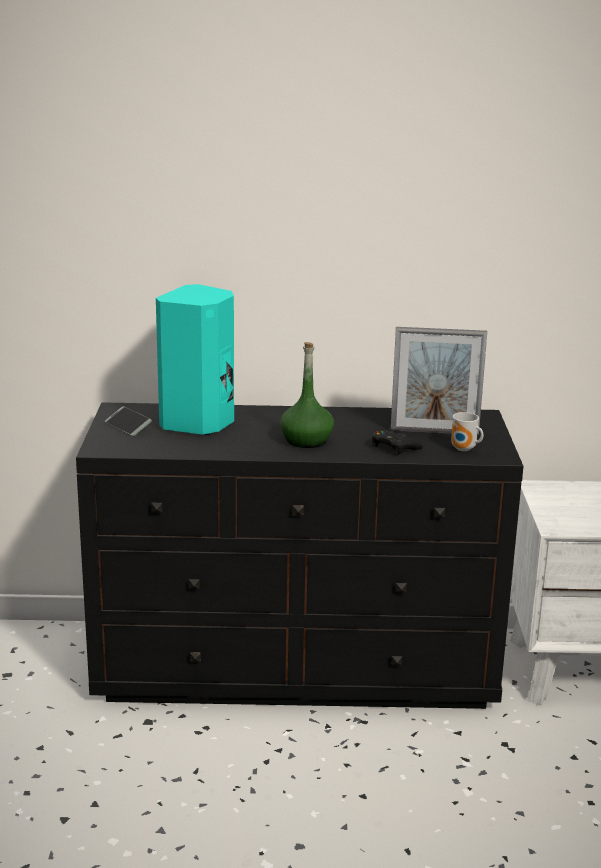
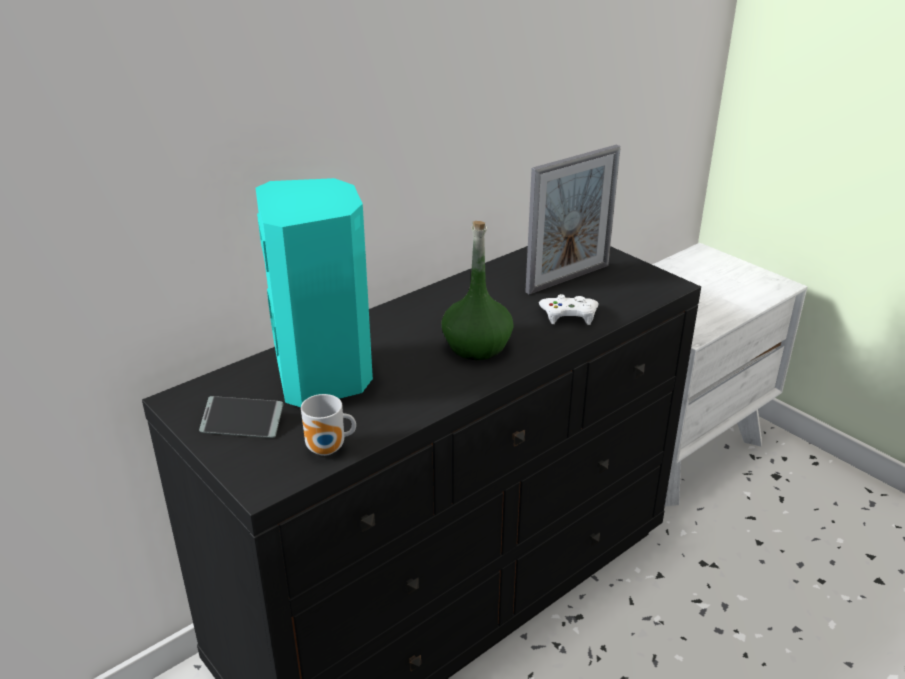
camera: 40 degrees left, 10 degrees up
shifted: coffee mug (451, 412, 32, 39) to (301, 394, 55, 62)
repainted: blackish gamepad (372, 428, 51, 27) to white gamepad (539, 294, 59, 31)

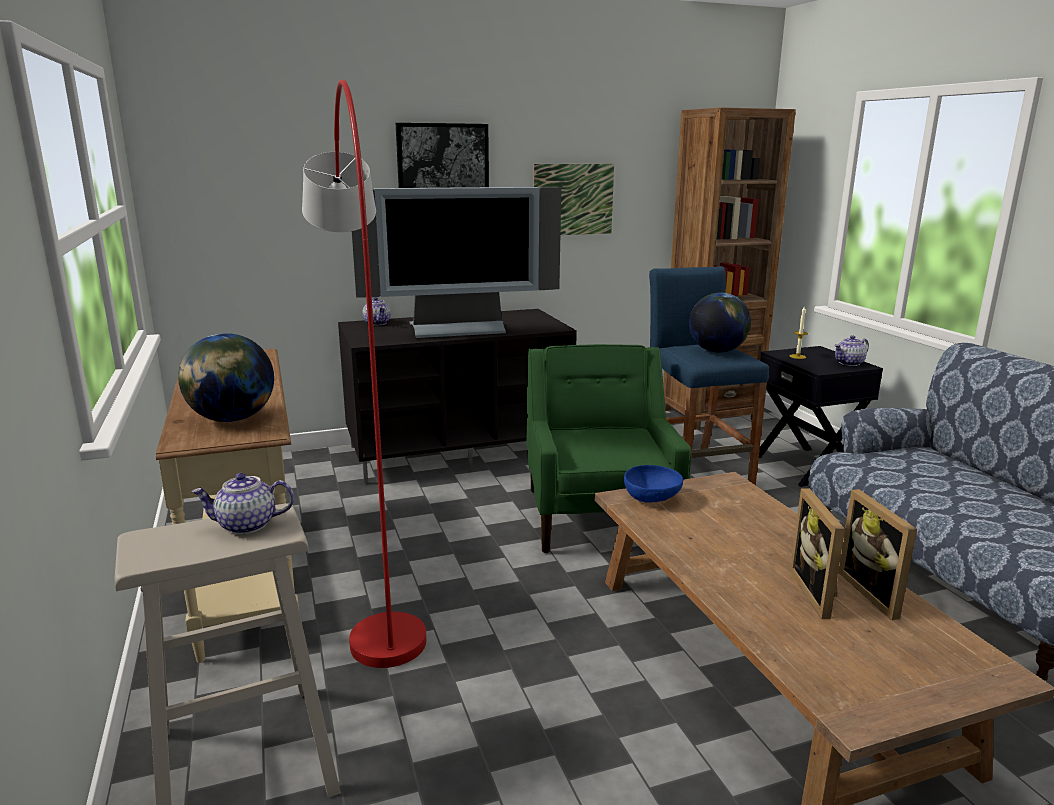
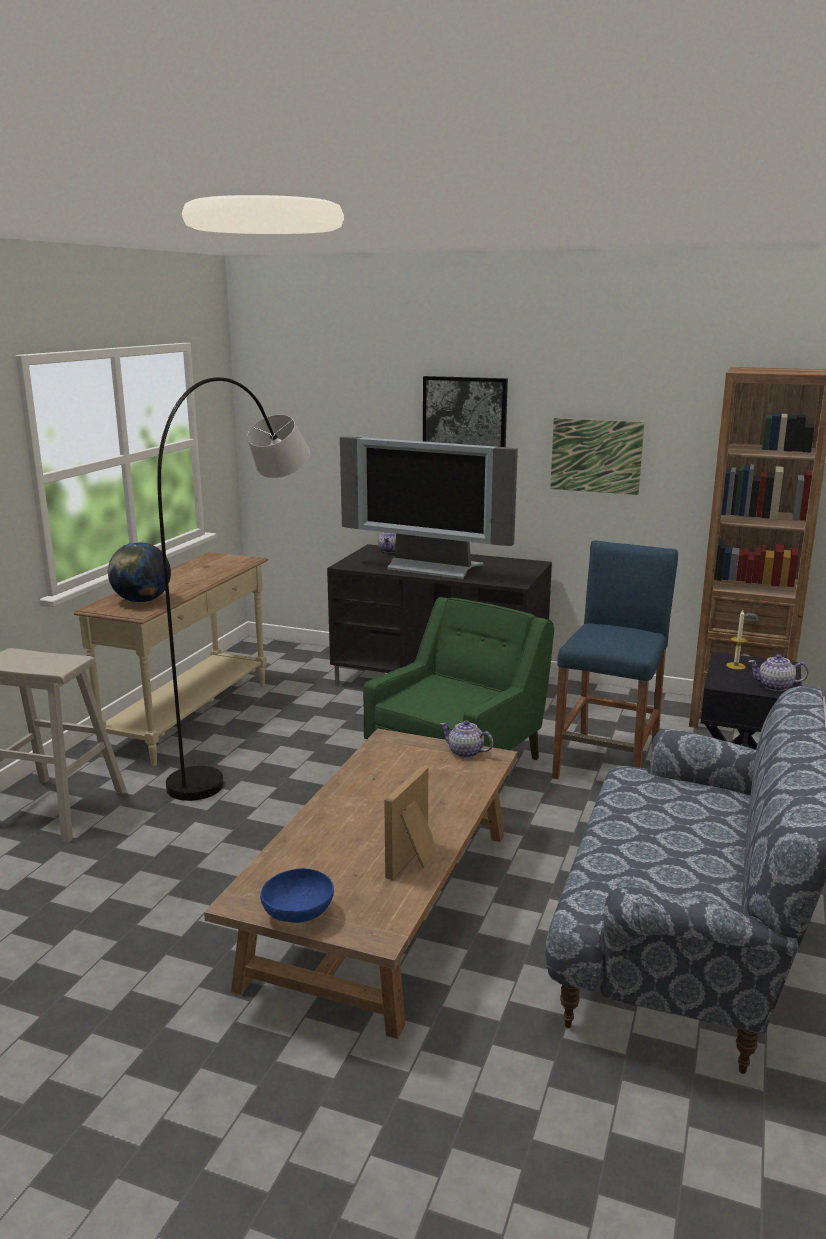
camera: 40 degrees right, 0 degrees up
gone: desk globe (689, 293, 62, 60); picture frame (790, 488, 55, 131)
shifted: pot for tea (191, 473, 103, 61) to (440, 720, 53, 38); bluish bowl (624, 465, 59, 37) to (260, 868, 74, 55)
repainted: reddish standing lamp (302, 79, 125, 589) to grey standing lamp (157, 377, 153, 424)

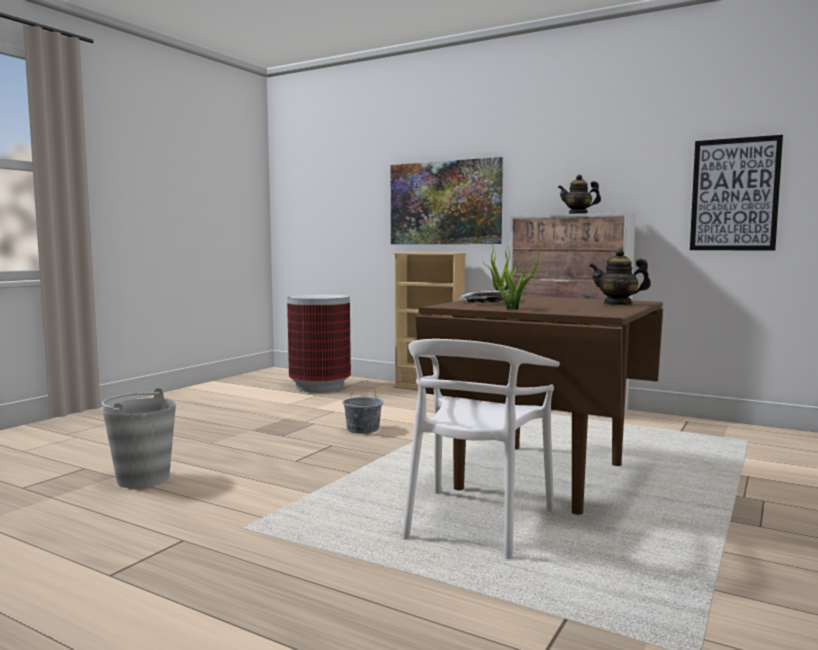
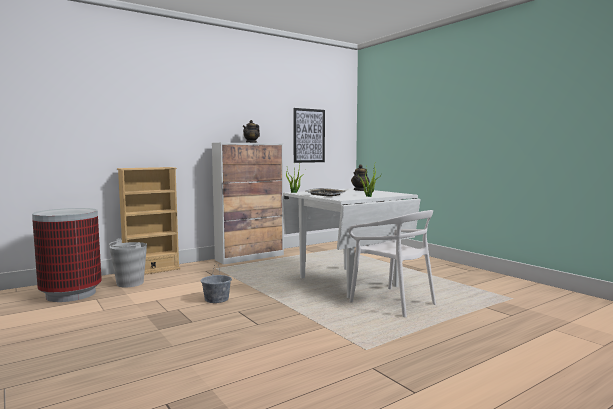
camera: 65 degrees left, 0 degrees up
gone: picture (391, 157, 112, 87)
shifted: grey pail (102, 388, 74, 100) to (109, 238, 38, 49)
repainted: brownish dinner table (415, 296, 248, 219) to white dinner table (281, 188, 139, 110)

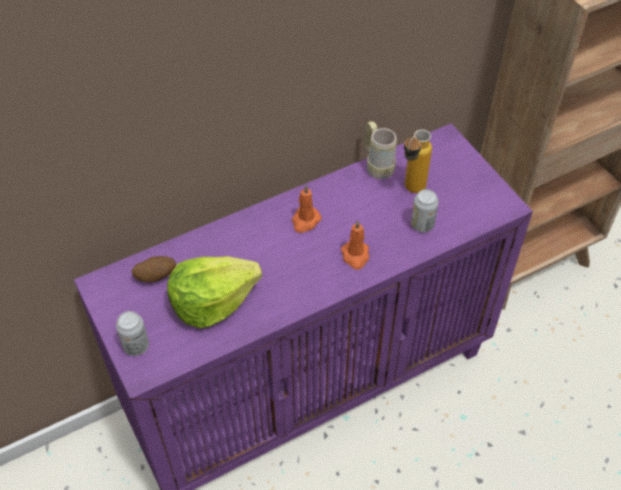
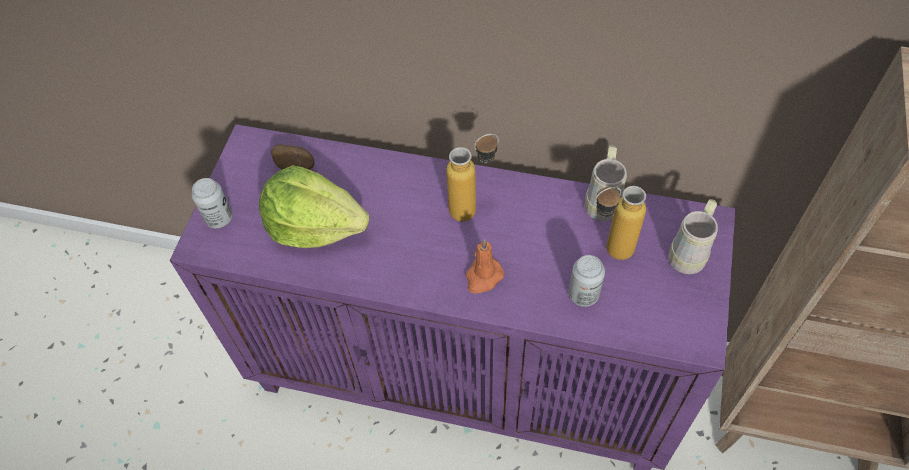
camera: 45 degrees right, 5 degrees up
new: sand-coloured coffee mug (668, 199, 50, 75)
swapped: orange-coloured wax candle (292, 185, 29, 48) to drink bottle (446, 134, 53, 87)

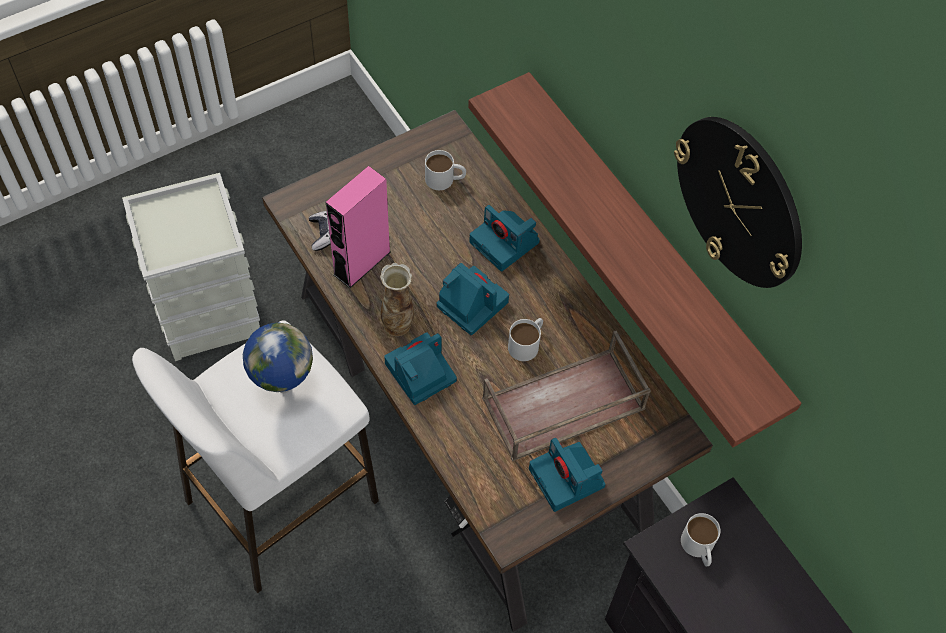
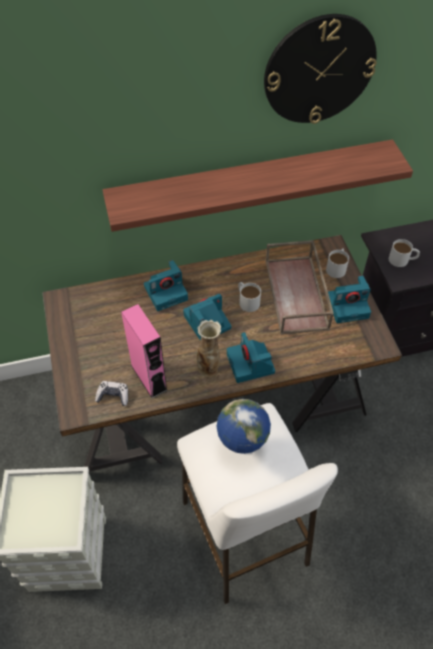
camera: 70 degrees left, 5 degrees down
shifted: white coffee mug (425, 150, 41, 40) to (326, 248, 23, 30)

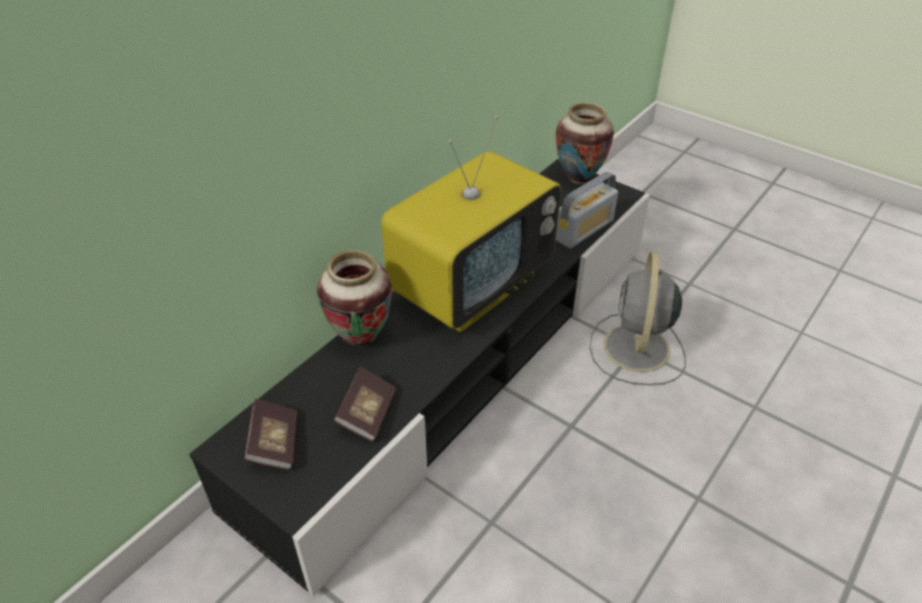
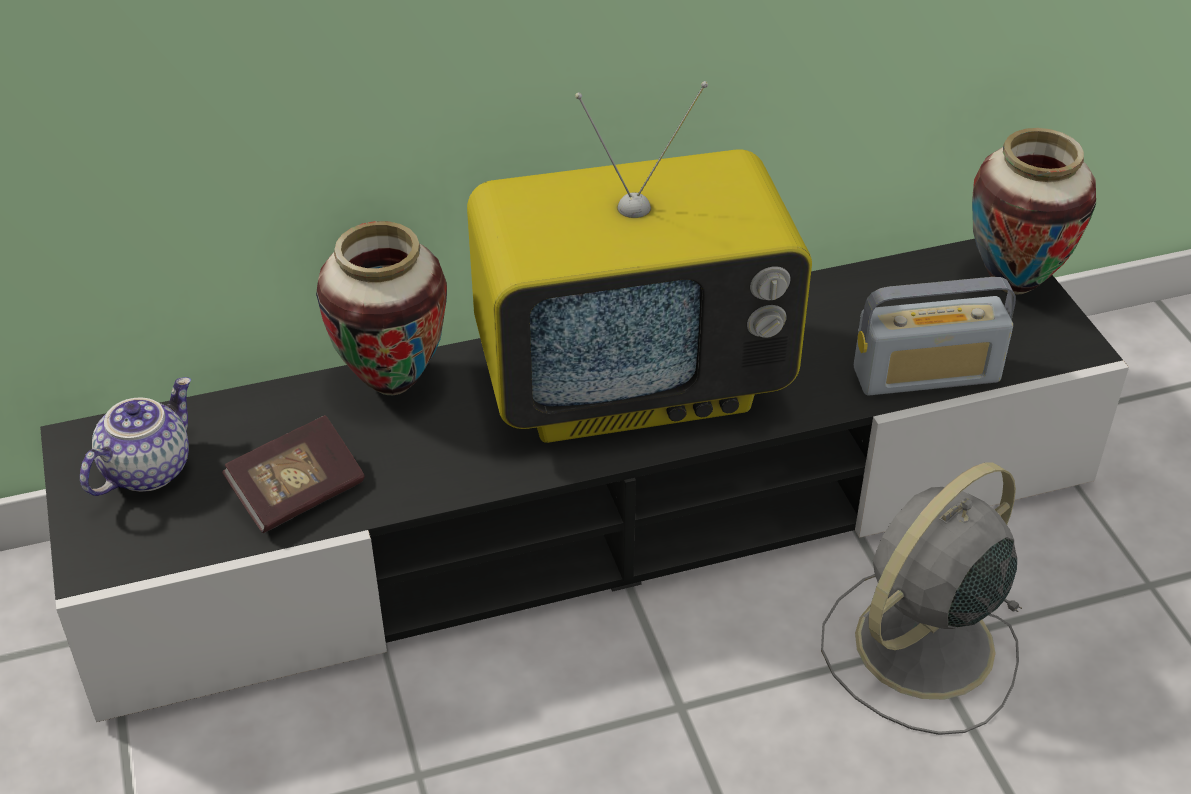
camera: 35 degrees right, 0 degrees up
swapped: volume (244, 399, 53, 71) to pot for tea (80, 377, 111, 119)

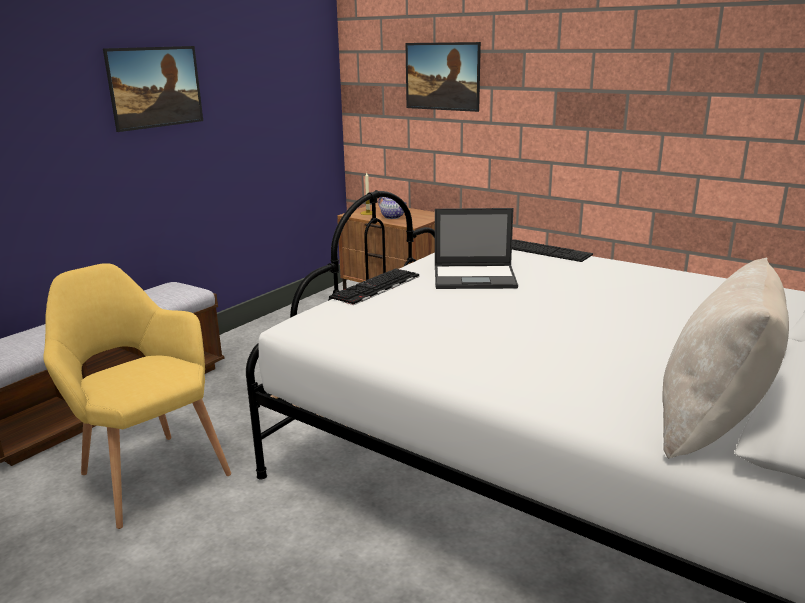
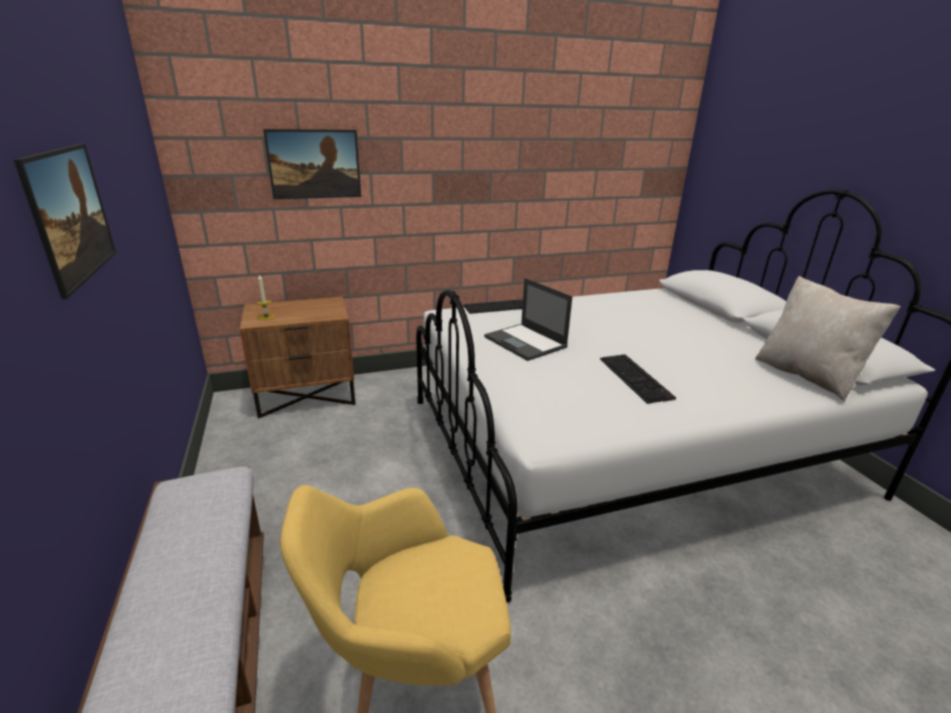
camera: 55 degrees left, 5 degrees up
gone: pot for tea (378, 197, 28, 22)
shifted: keyboard (329, 268, 90, 37) to (600, 354, 76, 50)
rotated: laptop (435, 208, 83, 81) = (484, 278, 89, 83) 105 degrees clockwise

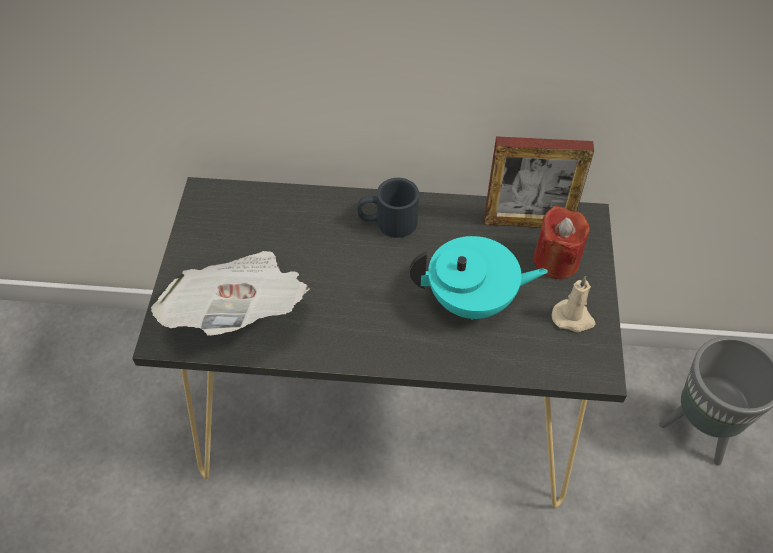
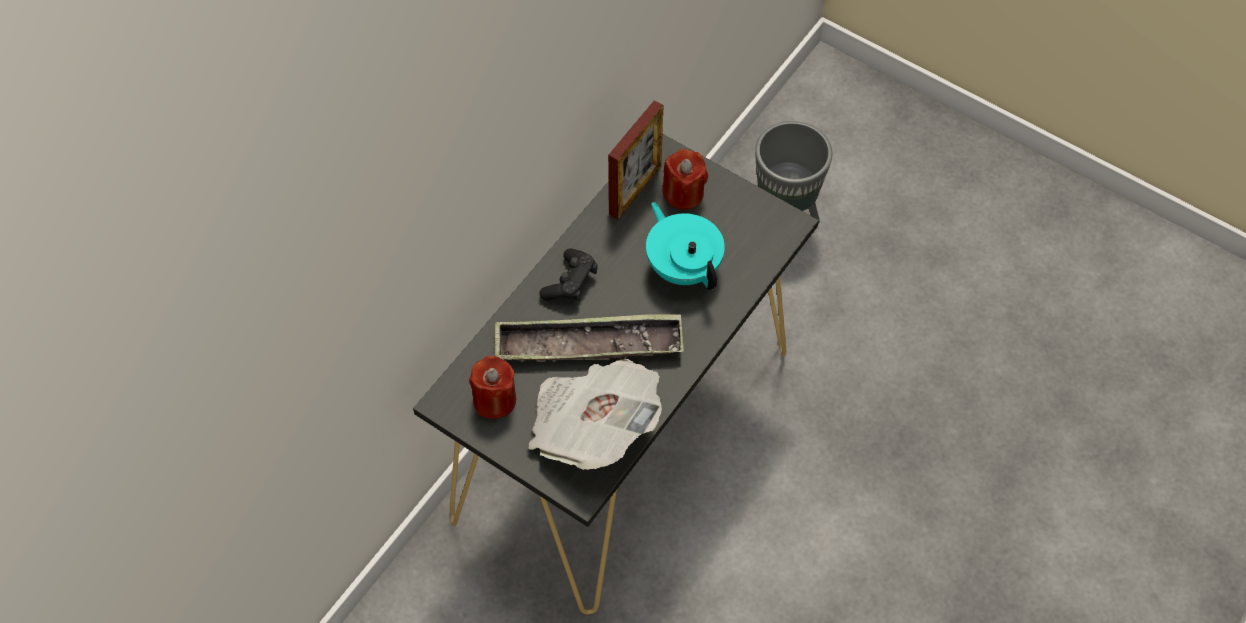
camera: 60 degrees left, 5 degrees up
gone: sand-coloured wax candle (552, 276, 43, 56)
new: reddish wax candle (469, 356, 47, 63); tray (495, 314, 189, 47)
swapped: blackish coffee mug (357, 178, 62, 60) to blackish gamepad (539, 248, 59, 53)
rotated: turquoise pot for tea (410, 236, 138, 84) = (646, 202, 79, 88) 60 degrees counterclockwise

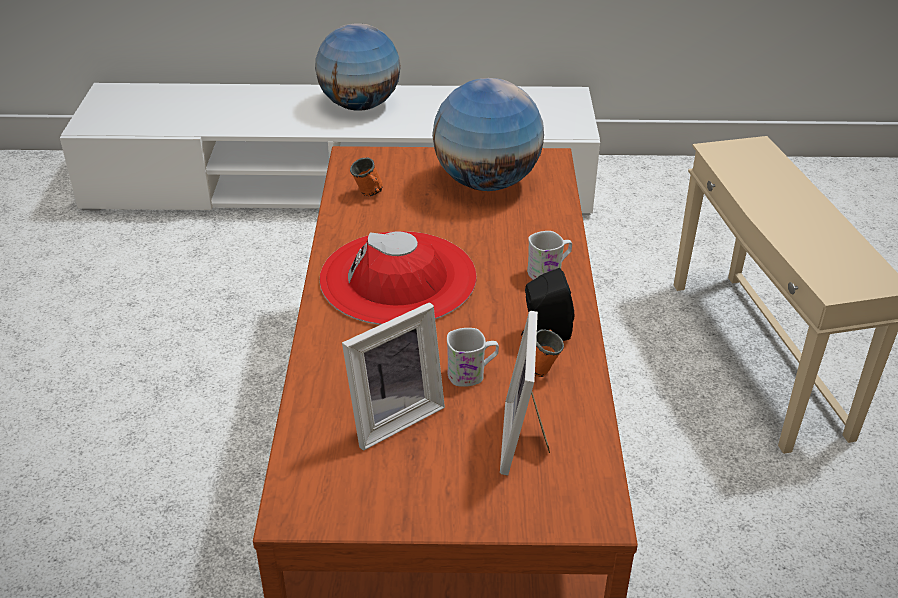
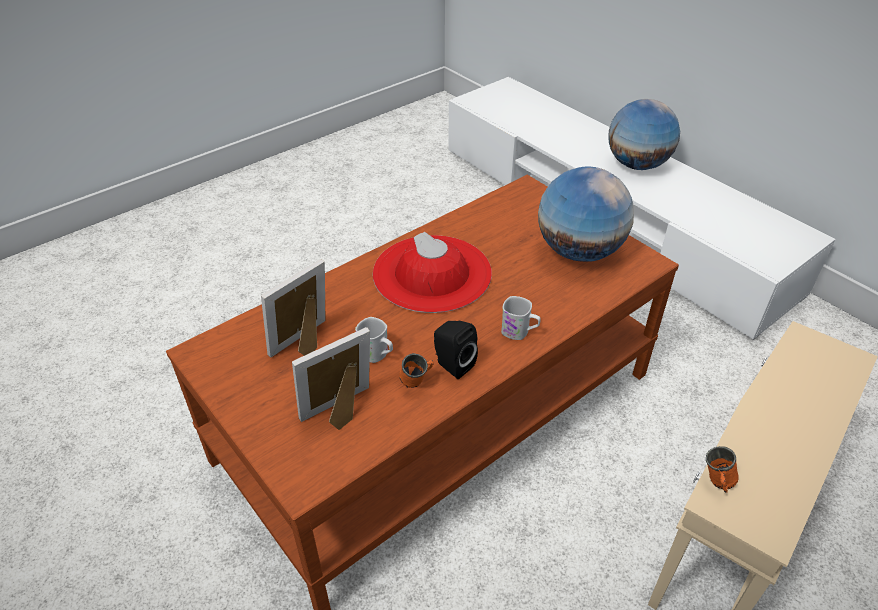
camera: 50 degrees right, 5 degrees up
shifted: orange-coloured coffee mug (350, 158, 33, 38) to (706, 446, 33, 47)
rotated: picture frame (342, 302, 103, 148) = (261, 259, 64, 99) 120 degrees clockwise

